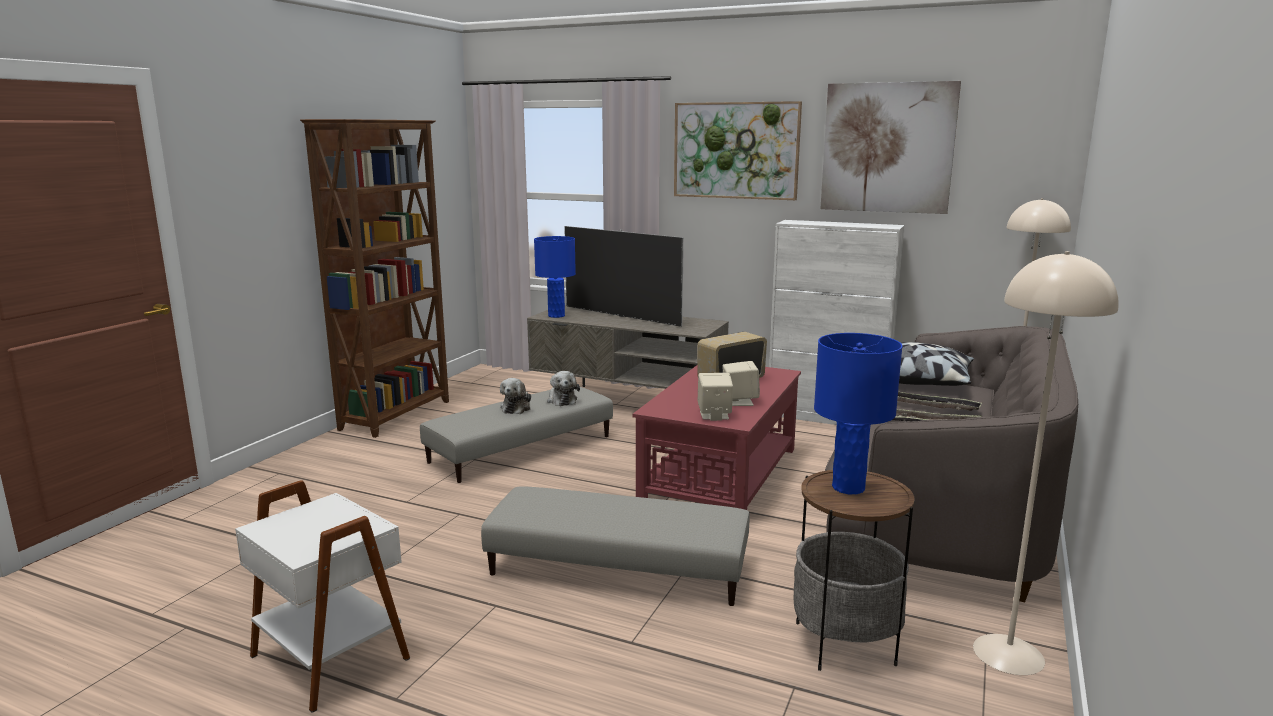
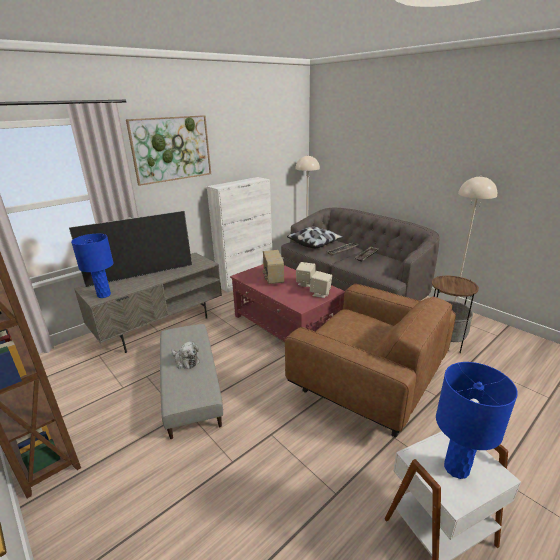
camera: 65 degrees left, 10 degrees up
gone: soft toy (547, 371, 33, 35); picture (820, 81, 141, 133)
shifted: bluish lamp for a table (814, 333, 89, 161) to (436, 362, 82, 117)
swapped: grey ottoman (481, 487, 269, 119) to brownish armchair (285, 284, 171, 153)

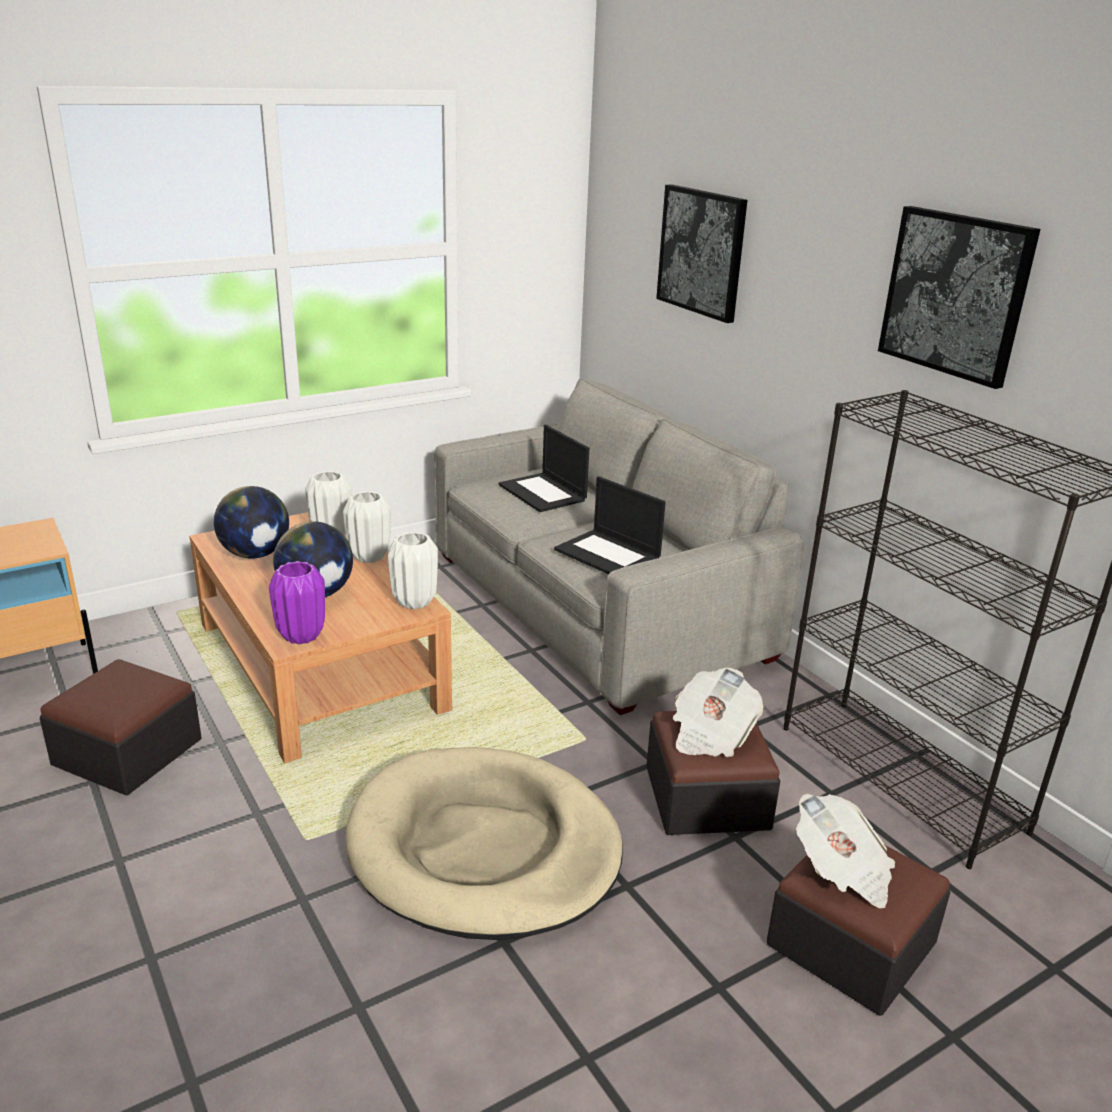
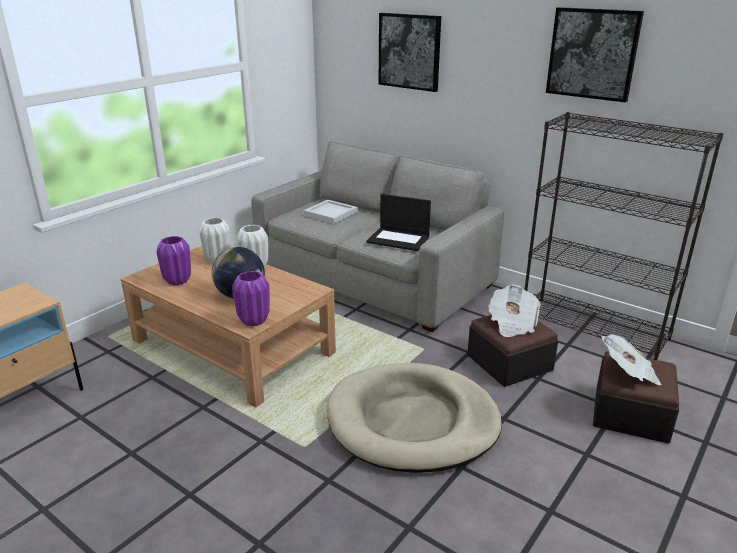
camera: 20 degrees left, 0 degrees up
gone: ottoman (40, 659, 162, 137); white decorative vase (388, 532, 50, 77)
swapped: desk globe (214, 486, 75, 73) to purple-coloured decorative vase (157, 236, 34, 49); laptop (499, 425, 90, 87) to white tray (304, 200, 54, 24)

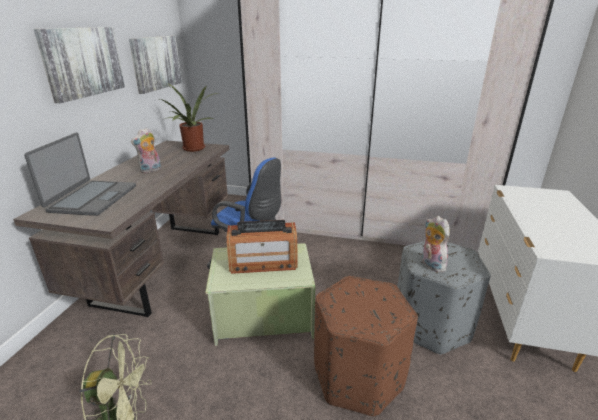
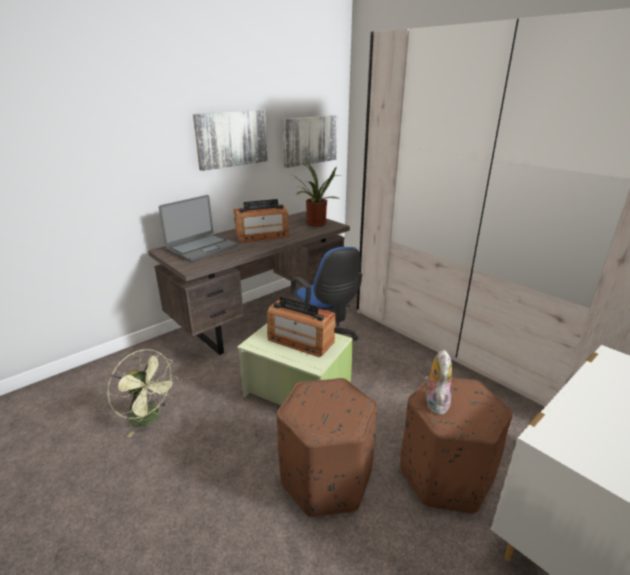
camera: 35 degrees right, 0 degrees up
swapped: soft toy (131, 128, 30, 45) to radio (234, 199, 55, 44)
repainted: grey ottoman (397, 241, 93, 114) to brownish ottoman (400, 377, 113, 137)

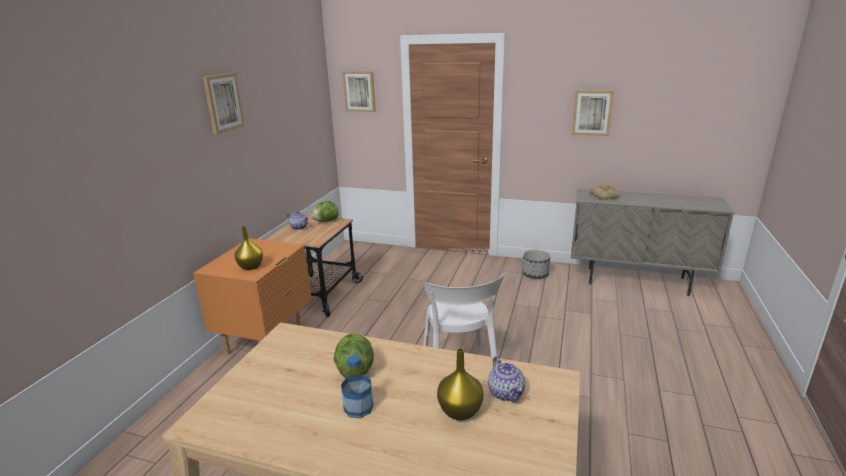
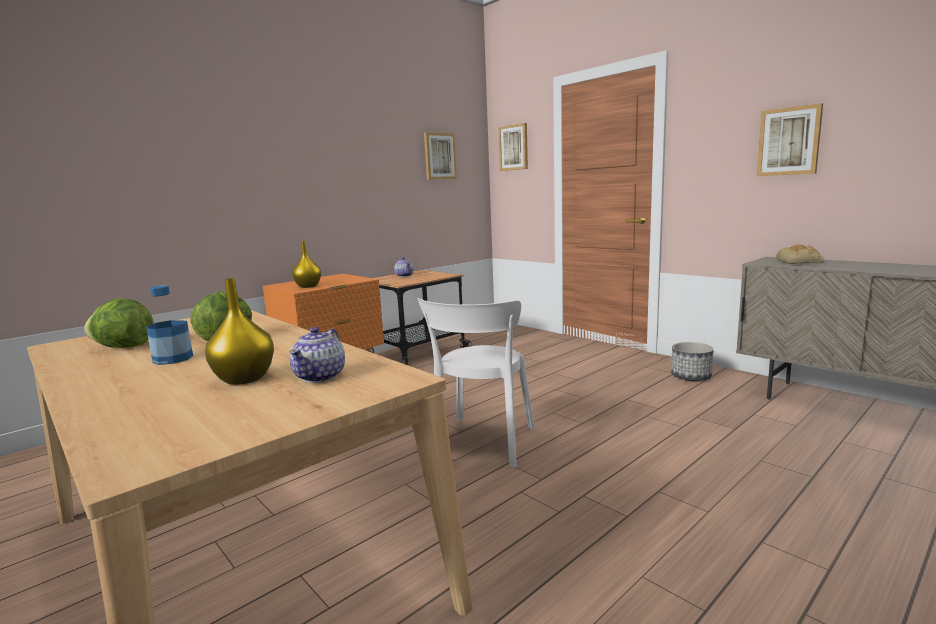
camera: 30 degrees right, 10 degrees down
shifted: picture (203, 73, 41, 61) to (424, 132, 33, 48); head of lettuce (311, 201, 27, 21) to (84, 299, 70, 49)

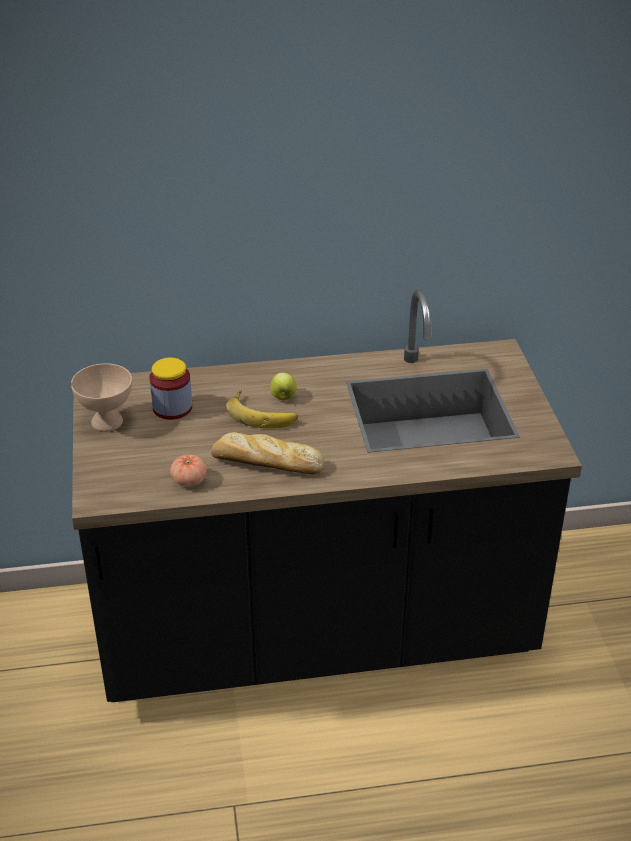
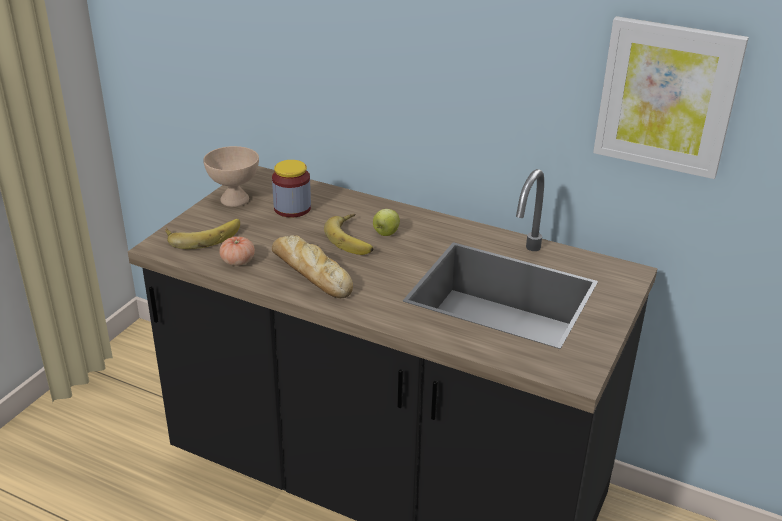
camera: 35 degrees right, 5 degrees down
new: banana (165, 219, 75, 30); picture (593, 16, 156, 163)

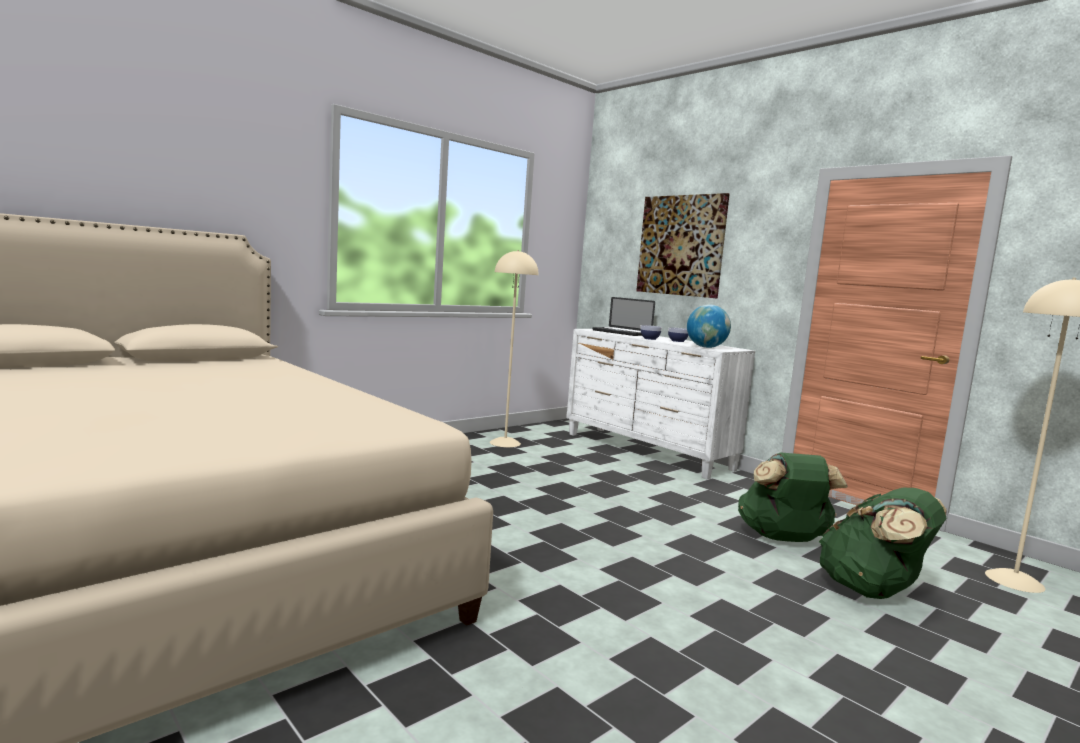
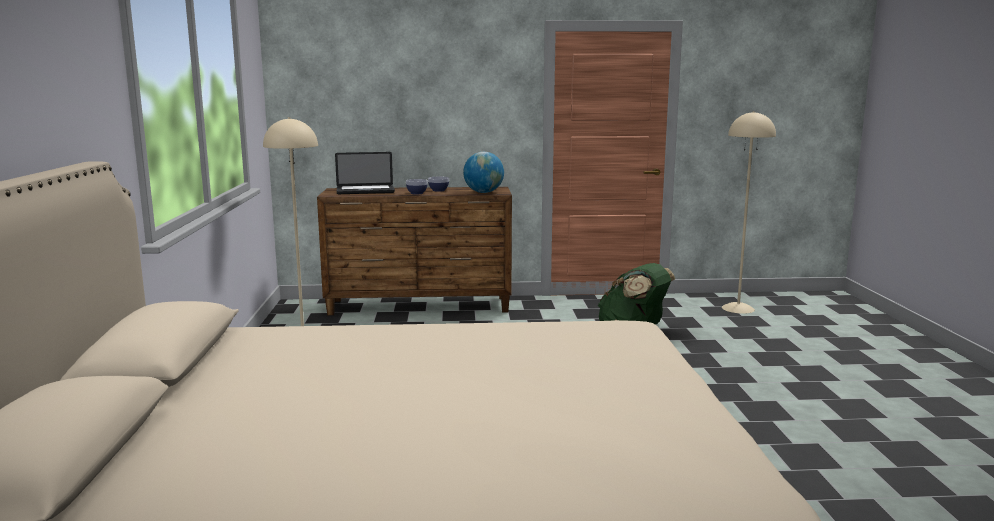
camera: 50 degrees left, 5 degrees up
gone: picture (636, 193, 93, 105); green rucksack (819, 488, 128, 111)
repainted: white chest of drawers (567, 329, 188, 150) to brownish chest of drawers (317, 187, 195, 128)

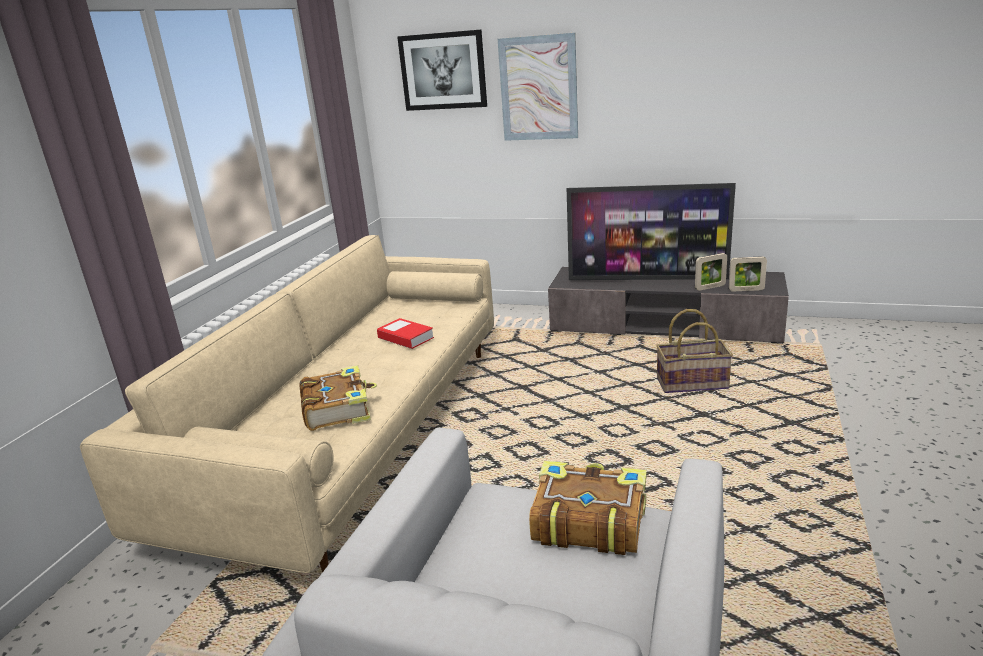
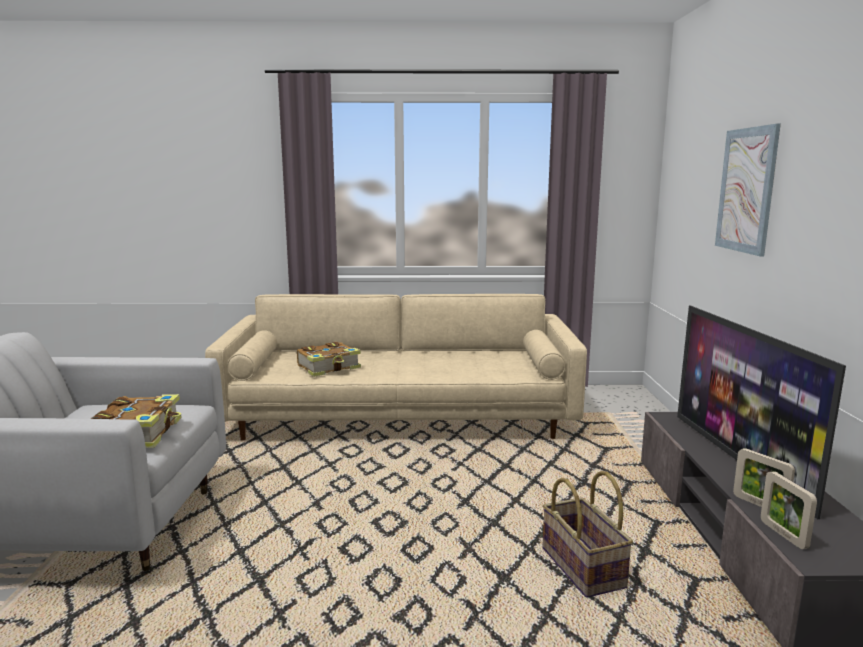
camera: 70 degrees right, 10 degrees down
gone: volume (377, 318, 57, 31); picture (397, 29, 90, 82)

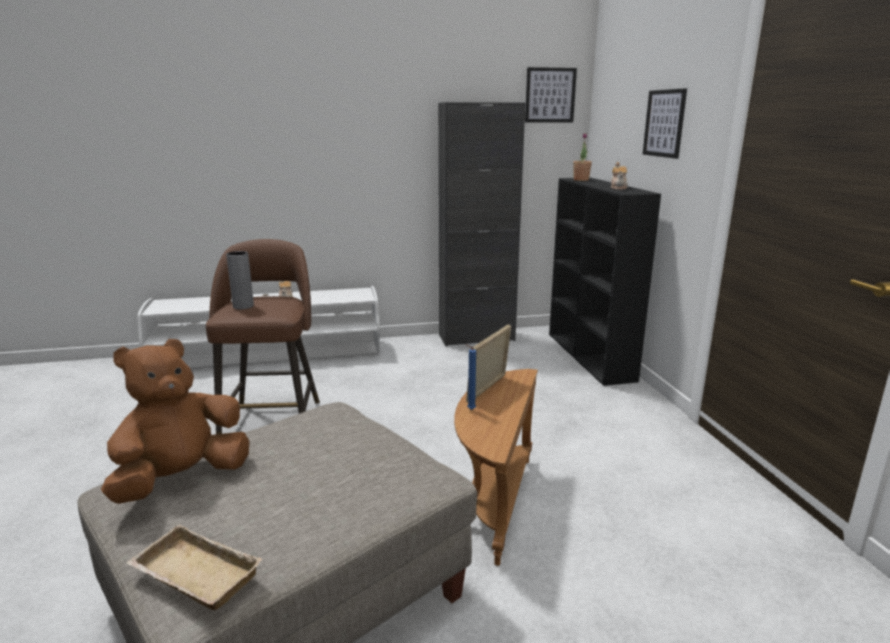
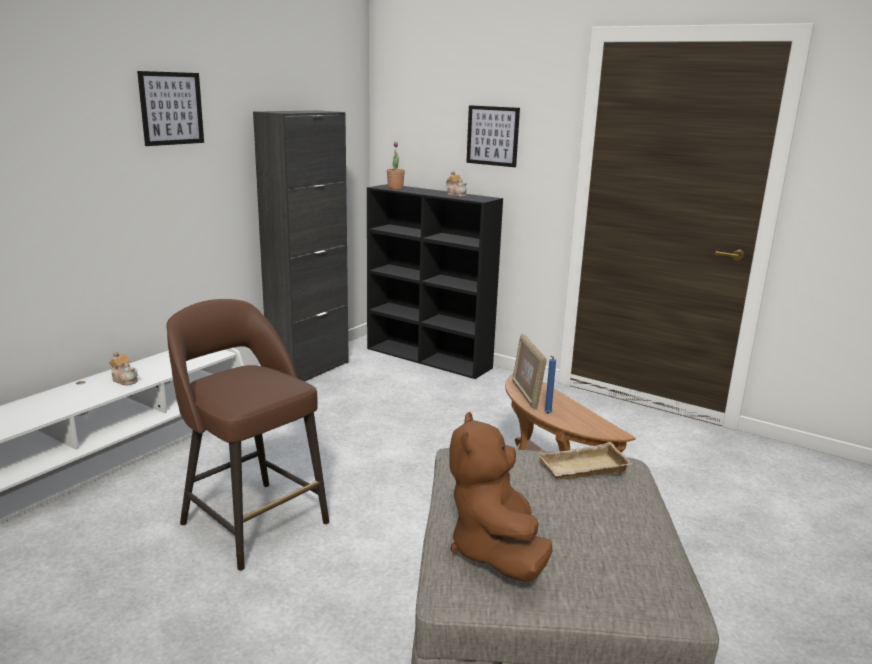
camera: 45 degrees left, 0 degrees up
gone: grey decorative vase (226, 251, 28, 58)
shifted: sand-coloured tray (126, 524, 136, 86) to (538, 442, 95, 38); picture (525, 67, 52, 56) to (137, 71, 67, 75)

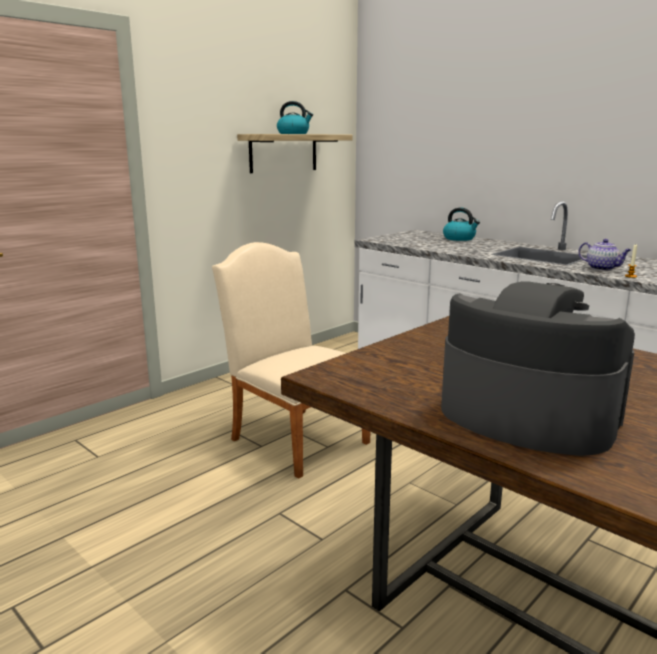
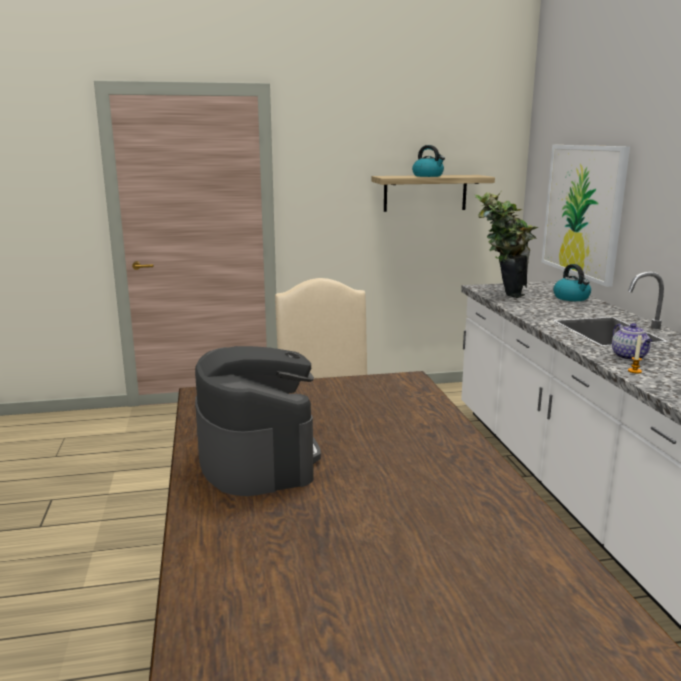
camera: 35 degrees right, 0 degrees up
new: houseplant (474, 192, 64, 106); picture (542, 145, 88, 142)

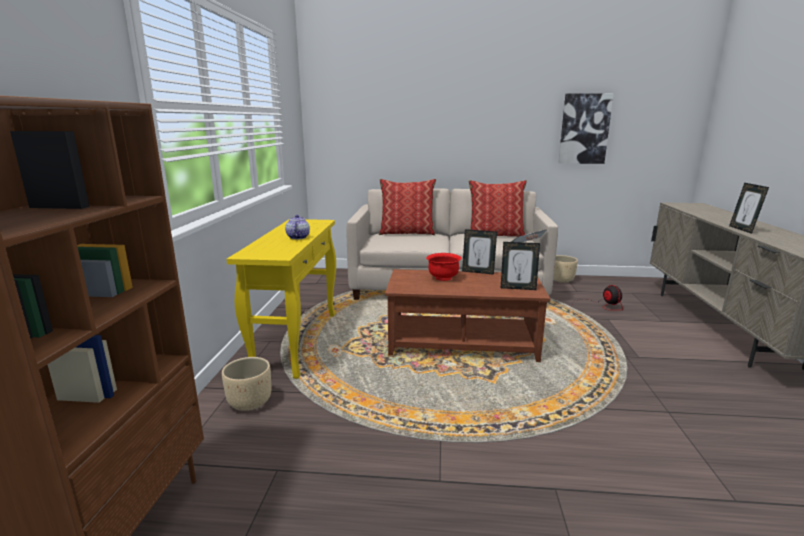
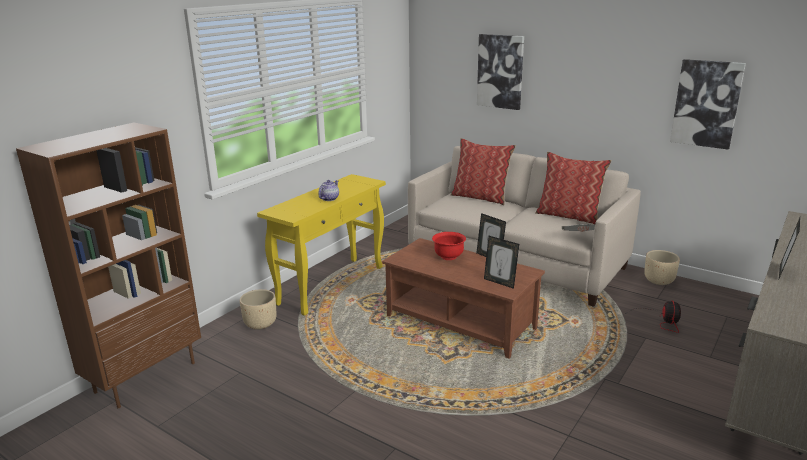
camera: 30 degrees right, 5 degrees up
new: picture (477, 34, 47, 76)

